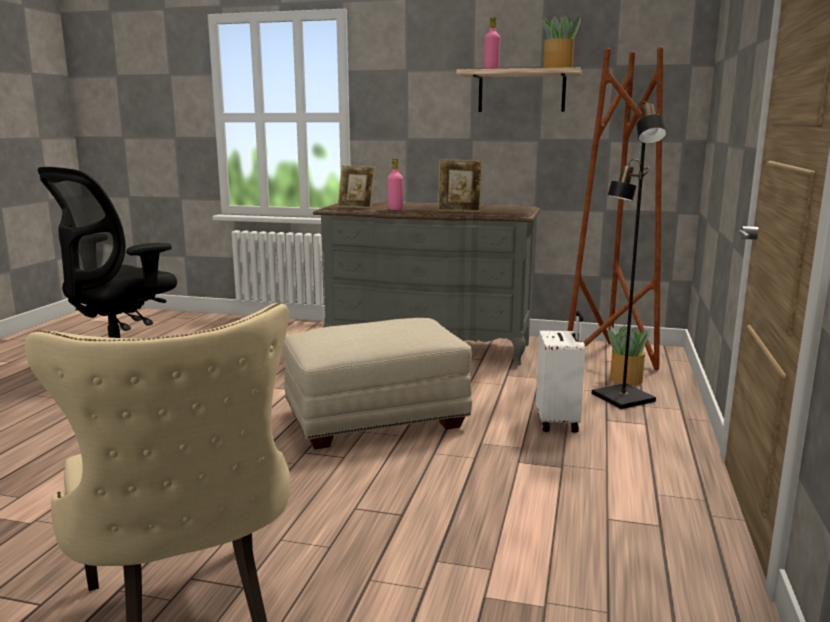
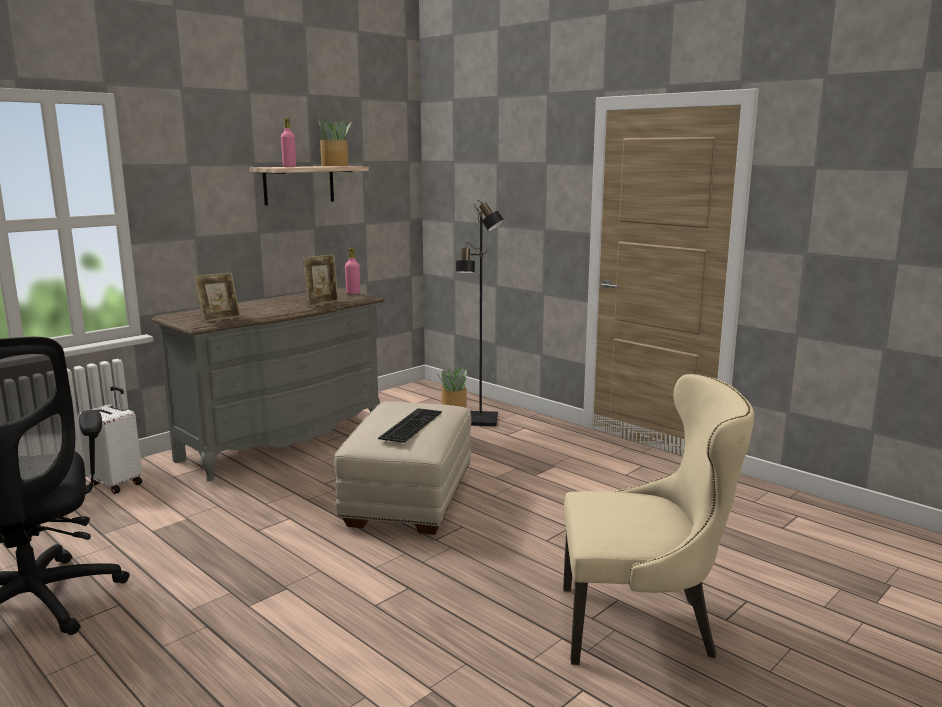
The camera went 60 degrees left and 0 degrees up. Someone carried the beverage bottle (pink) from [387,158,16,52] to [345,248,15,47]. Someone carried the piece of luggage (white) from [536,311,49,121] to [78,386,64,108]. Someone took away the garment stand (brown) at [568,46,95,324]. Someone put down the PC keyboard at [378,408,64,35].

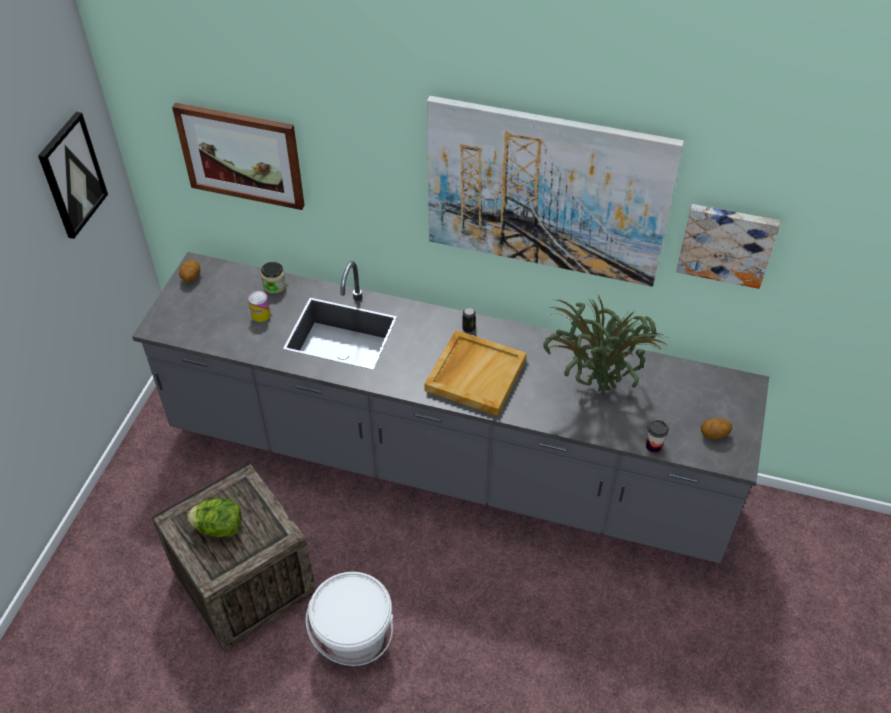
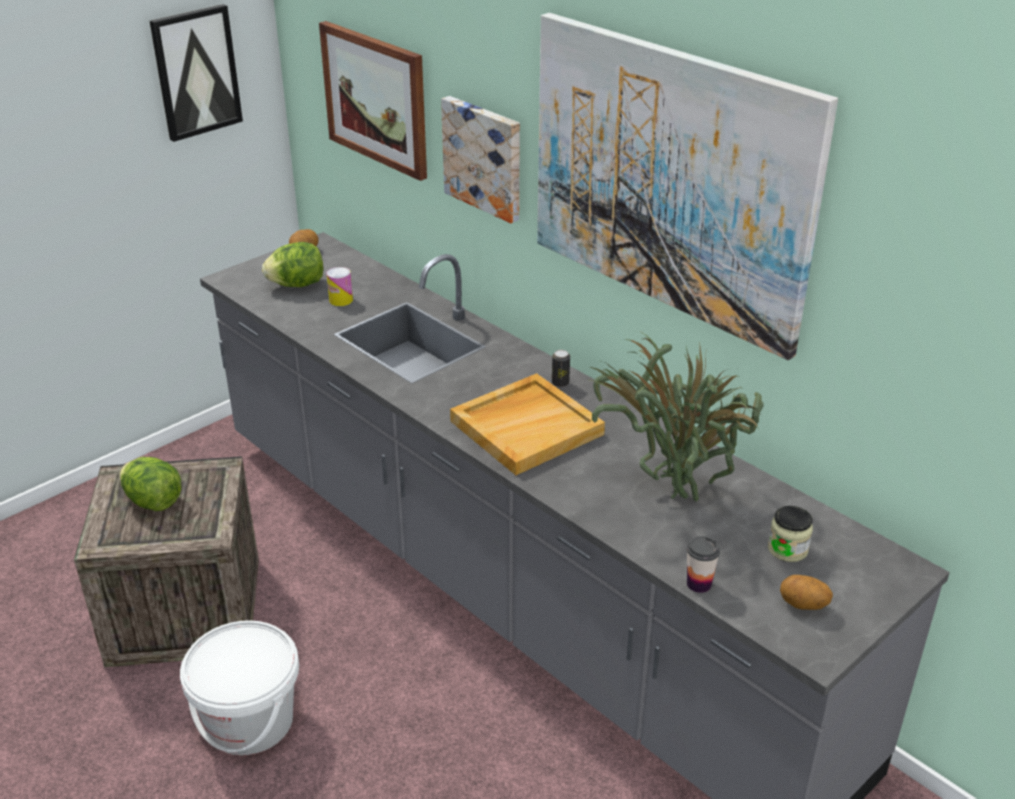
The camera went 30 degrees right and 15 degrees down. Someone carried the jar from [261,262,25,32] to [768,506,45,56]. Someone carried the wall picture from [676,204,104,85] to [441,96,79,127]. Someone put down the lettuce head at [262,242,61,45].

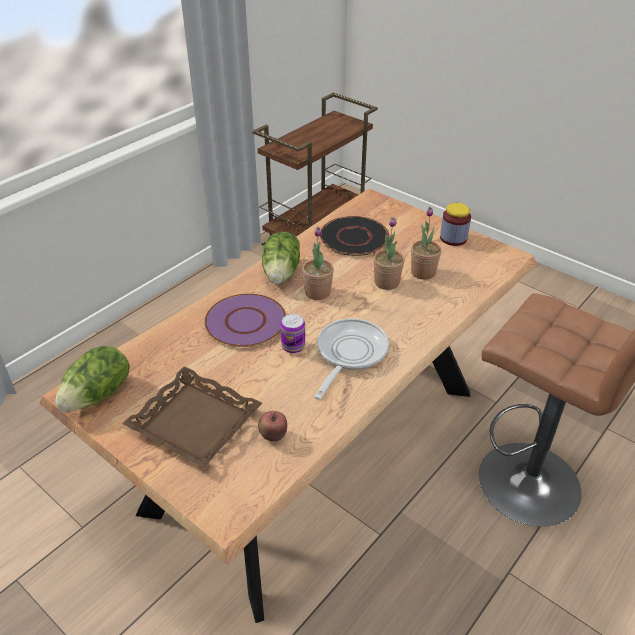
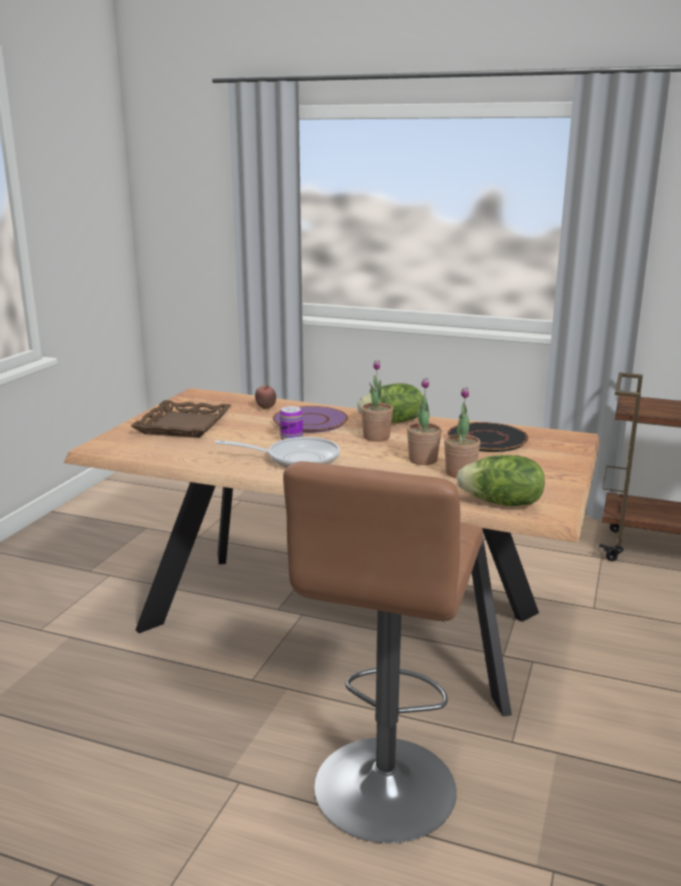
The camera went 70 degrees right and 20 degrees down. Someone carried the lettuce head from [55,346,75,66] to [457,455,88,51]. Someone carried the apple fruit from [258,411,29,30] to [255,386,21,23]. Someone took away the jar at [440,203,31,43].

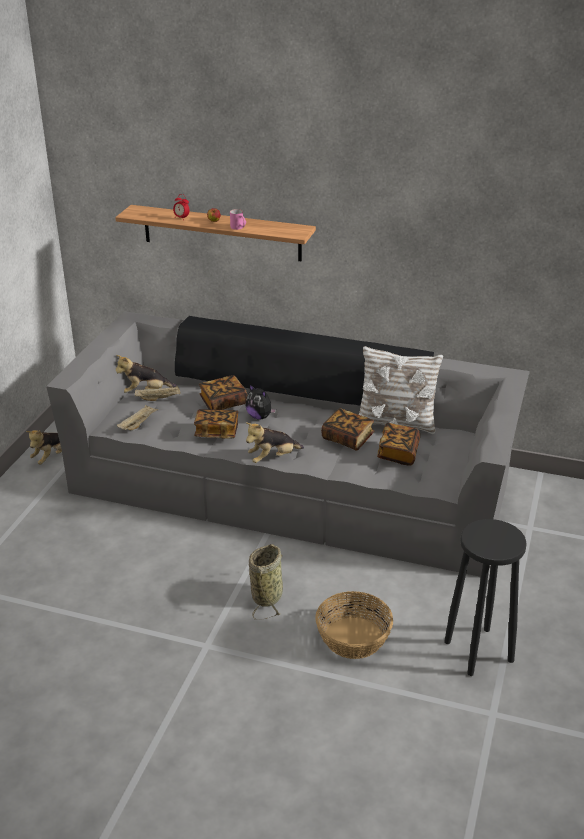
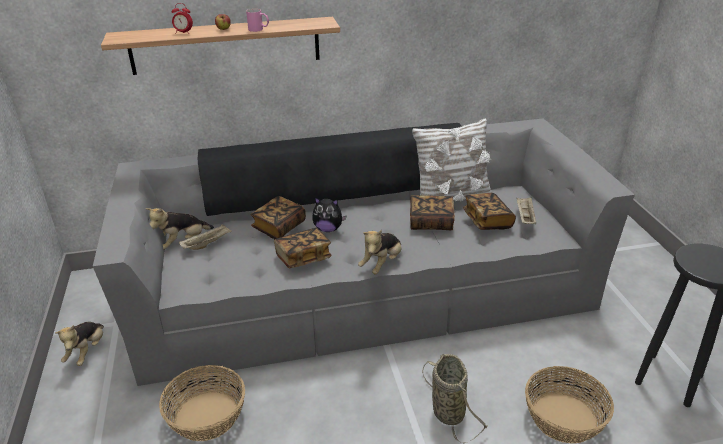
The camera went 30 degrees left and 0 degrees up. Someone carried the tray (beige-coloured) from [117,405,41,25] to [516,197,20,27]. Someone put down the storage basket at [159,365,86,76].

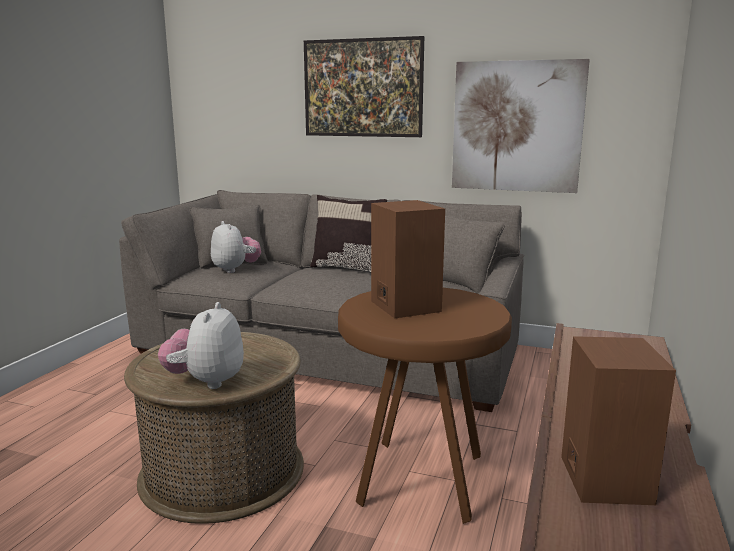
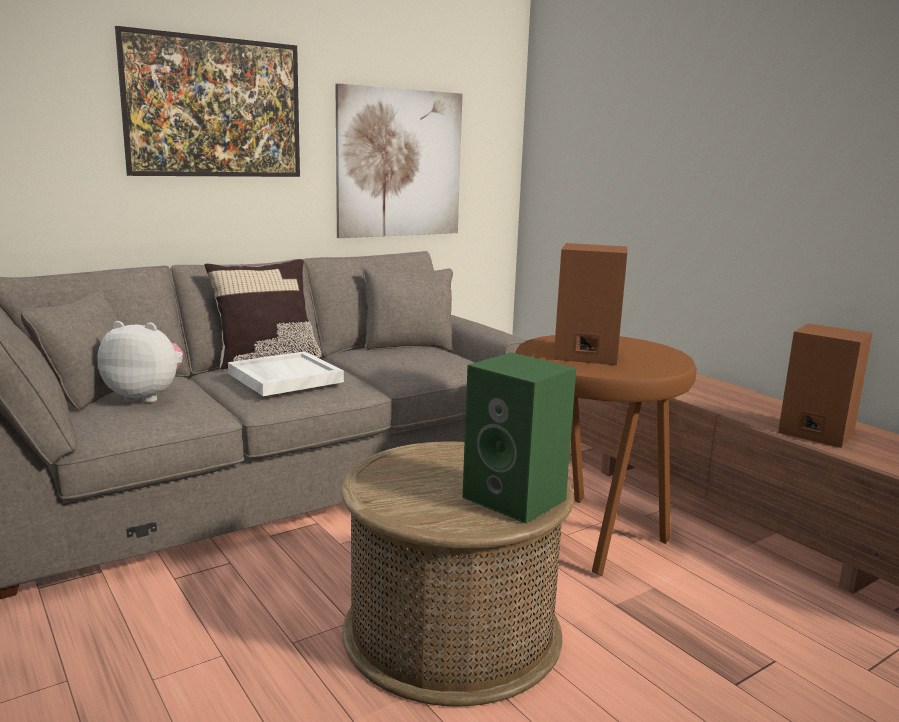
The camera went 55 degrees left and 0 degrees up. Someone swapped the soft toy at [158,302,86,87] for the loudspeaker (greenish) at [462,352,114,172]. Someone put down the tray (white) at [228,351,116,45].

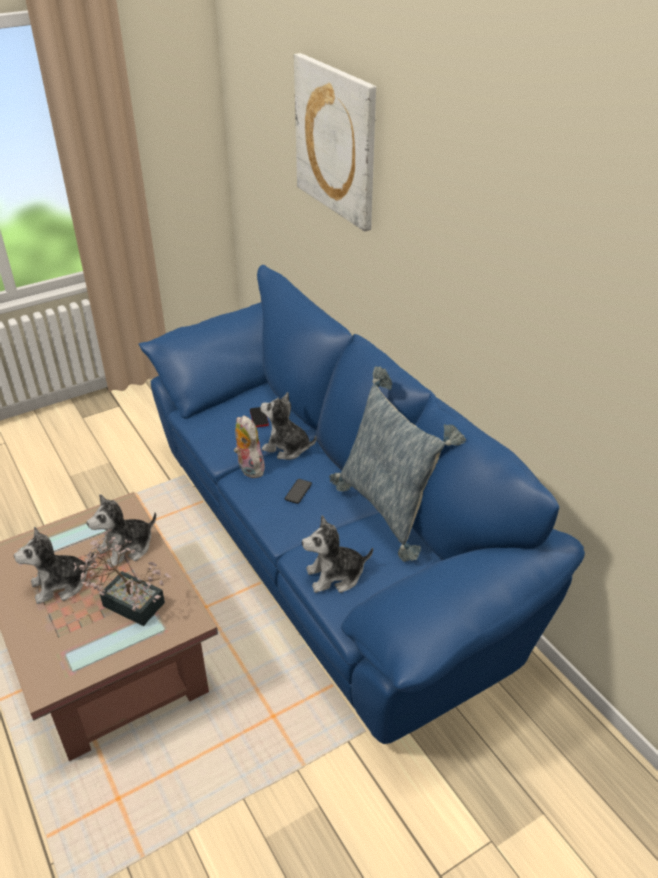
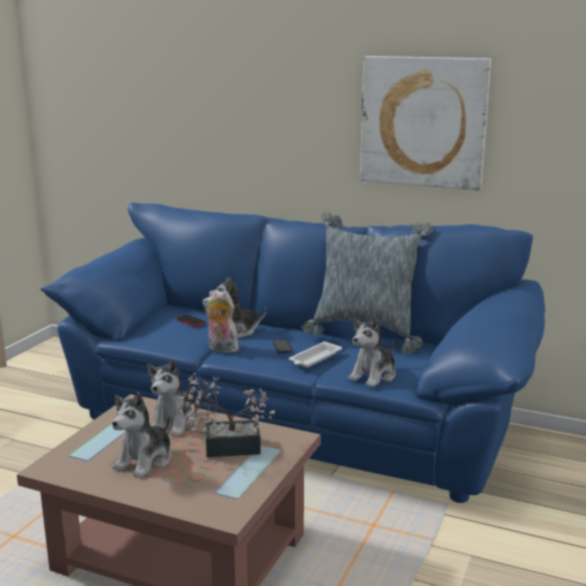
The camera went 35 degrees left and 20 degrees down. Someone carried the wall picture from [294,53,82,179] to [360,56,131,134]. Someone put down the tray (white) at [289,341,53,27].

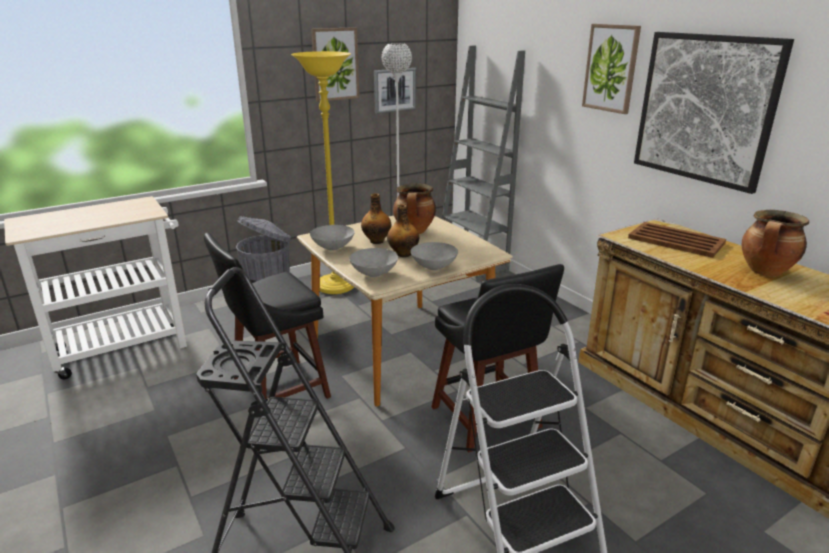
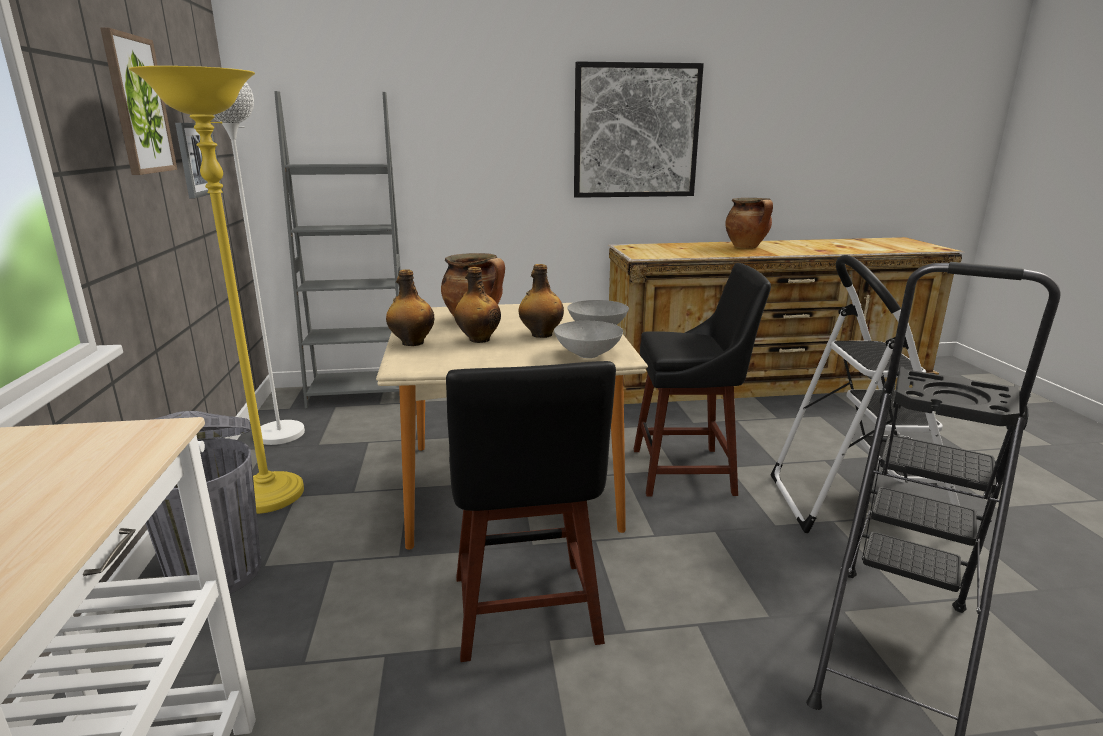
The camera went 65 degrees left and 5 degrees down. Someone took away the deep dish (gray) at [310,225,45,25]. Someone took away the wall picture at [582,24,59,90]. Someone took away the tray (brown) at [628,222,98,36]. Someone put down the beverage bottle at [386,269,48,77].

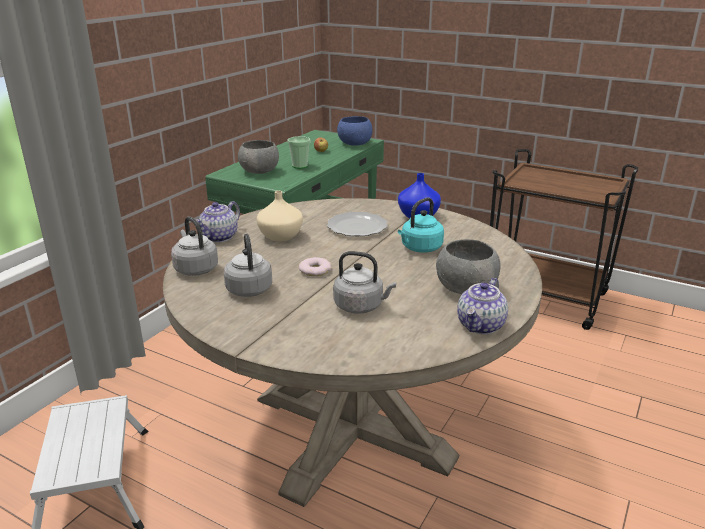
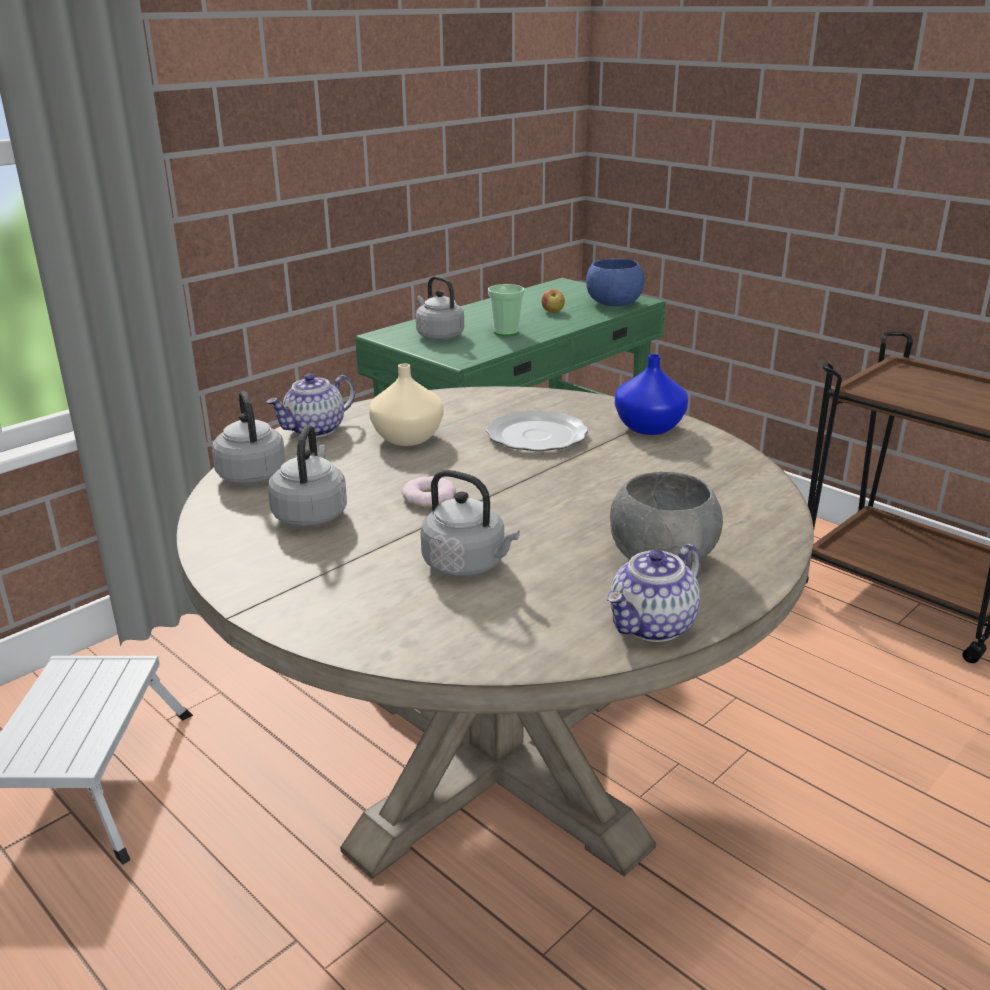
The camera went 15 degrees right and 0 degrees up. Someone swapped the deep dish (gray) at [238,140,41,34] for the kettle (gray) at [416,276,48,64]. Someone took away the kettle (blue-green) at [398,198,46,55].

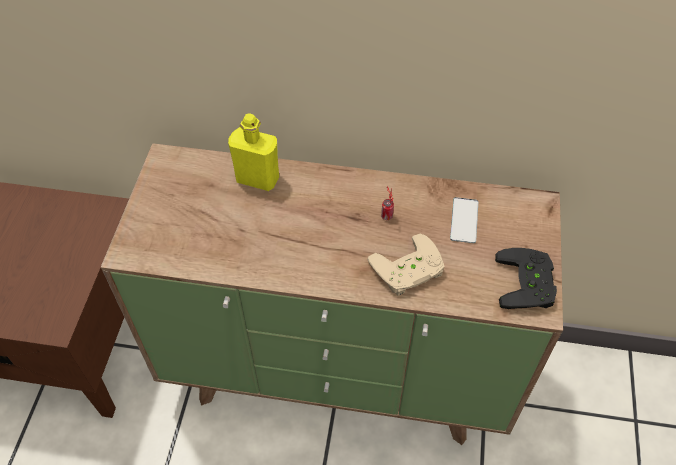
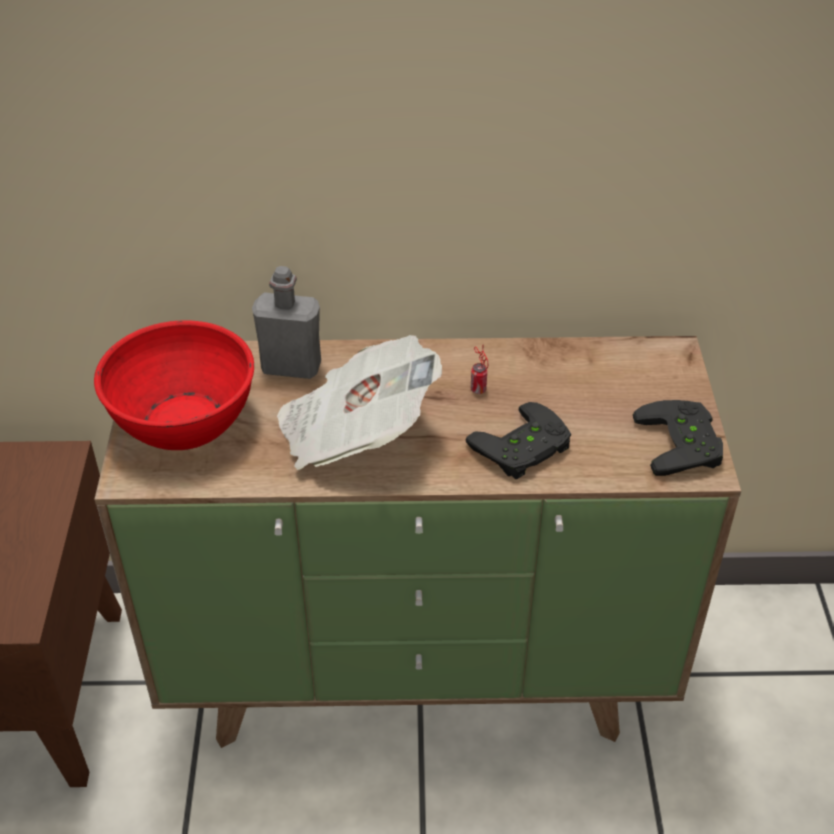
The camera went 10 degrees left and 10 degrees down. Someone repainted the beverage bottle (yellow-coloured) at [228,113,51,78], which became the beverage bottle (gray) at [252,266,69,113]. Someone repainted the joypad (beige-coloured) at [367,234,78,62], which became the joypad (black-coloured) at [466,402,105,77]. Someone took away the handset at [450,197,28,46]. Someone put down the deep dish (red) at [94,320,160,130]. Someone put down the daily paper at [277,335,165,135].

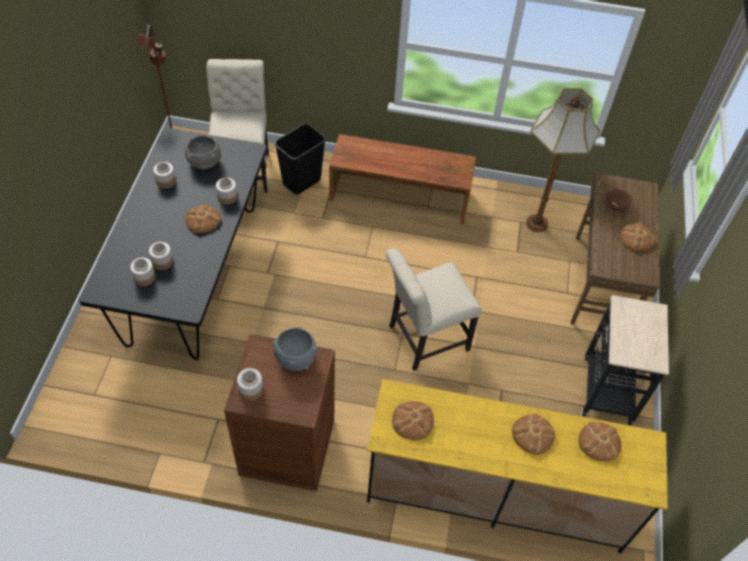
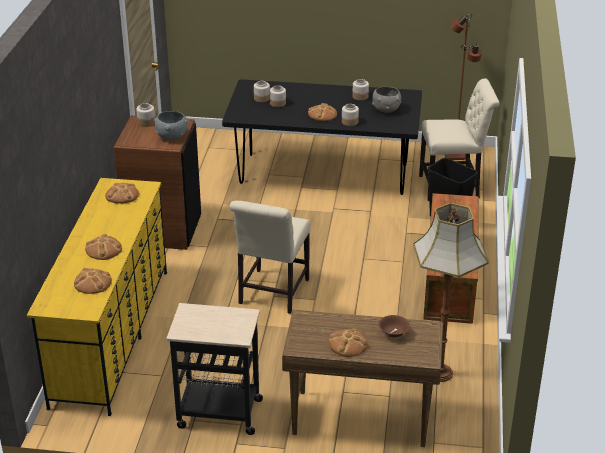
The camera went 90 degrees right and 20 degrees down. Someone rotated the upright chair (beige-coloured) at [385,248,96,123] by 135 degrees counterclockwise.

